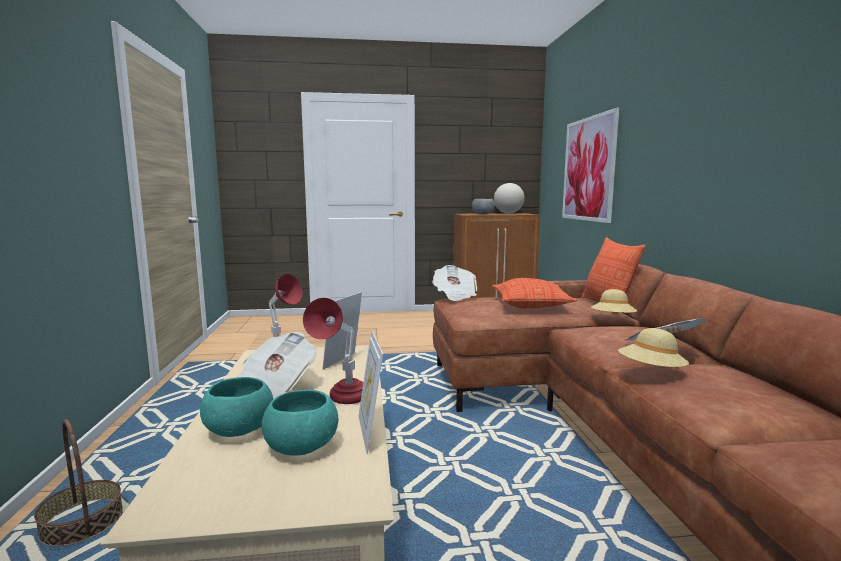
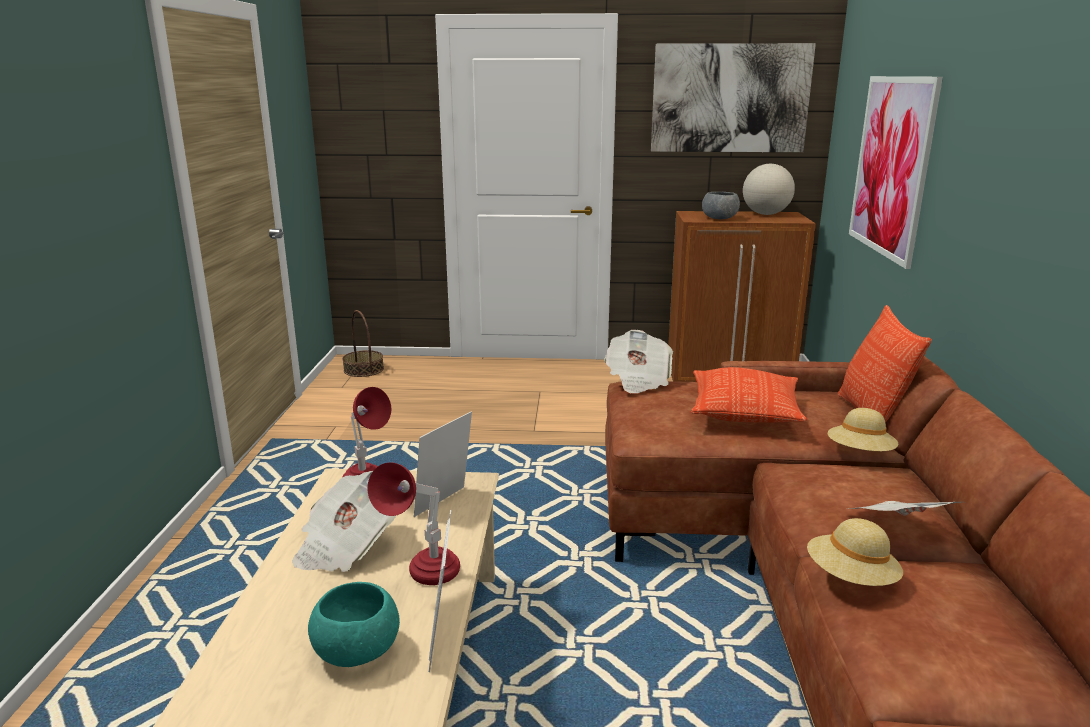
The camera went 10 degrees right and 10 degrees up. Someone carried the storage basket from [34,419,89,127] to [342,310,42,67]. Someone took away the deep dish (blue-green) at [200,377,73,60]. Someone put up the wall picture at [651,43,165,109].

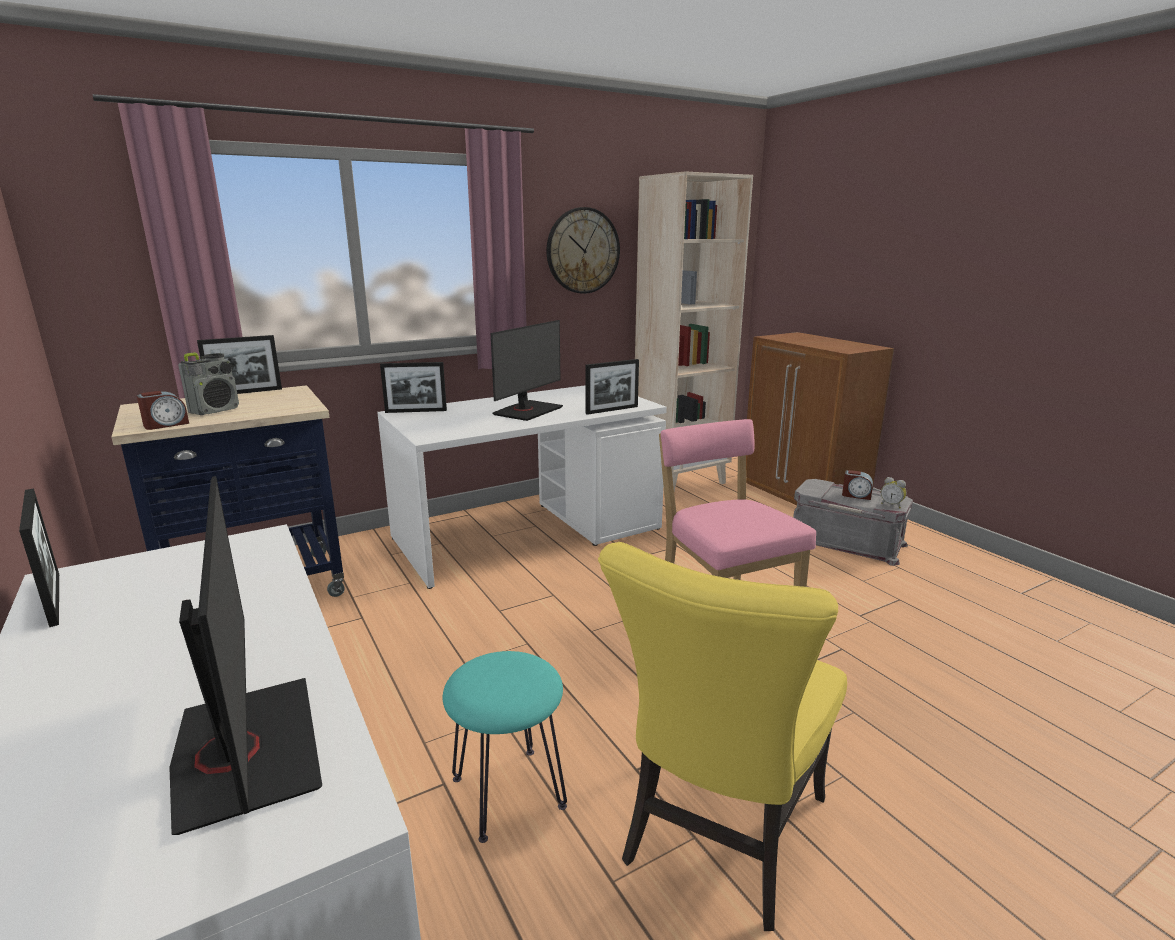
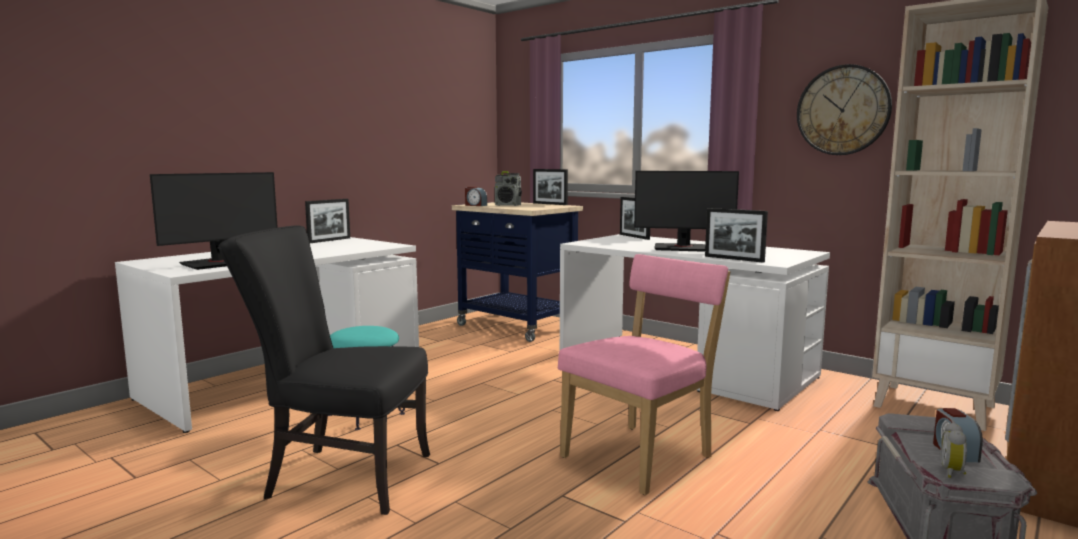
The camera went 70 degrees right and 10 degrees down. Someone repainted the upright chair (yellow-coloured) at [598,542,249,389], which became the upright chair (black-coloured) at [218,225,212,290].

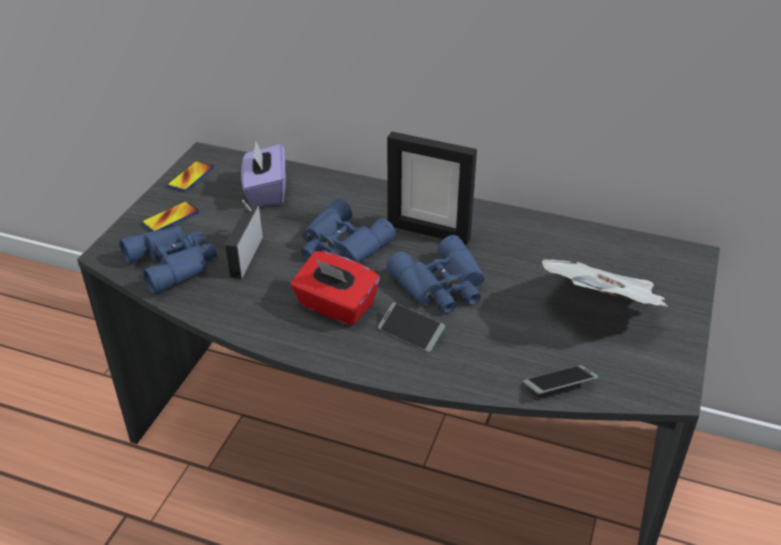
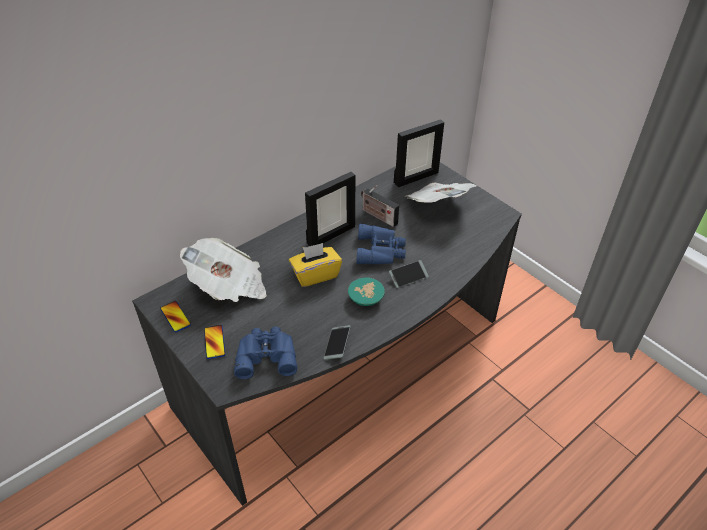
The camera went 60 degrees left and 5 degrees up. Someone carried the radio from [225,200,38,79] to [361,185,38,42]. Someone swapped the tissue holder (purplish) at [241,141,44,65] for the daily paper at [180,238,87,64]. Someone swapped the tissue holder (red) at [291,251,89,75] for the deep dish (blue-green) at [348,278,37,28]. Someone swapped the binoculars (blue-coloured) at [301,199,95,64] for the tissue holder (yellow-coloured) at [289,243,53,44]. Someone carried the handset from [523,365,75,29] to [324,325,27,35]. Someone put down the standing frame at [394,119,50,68].

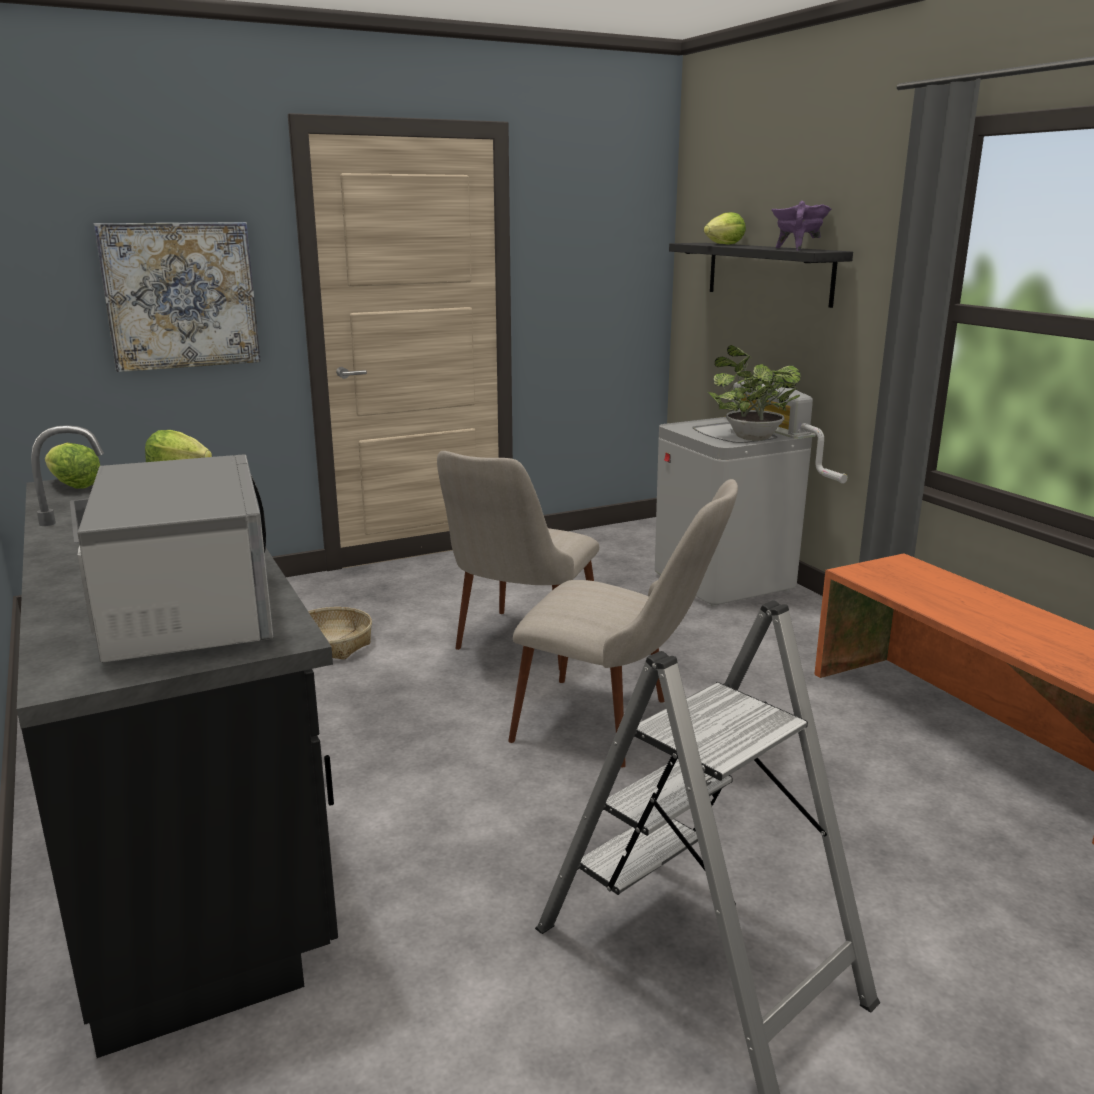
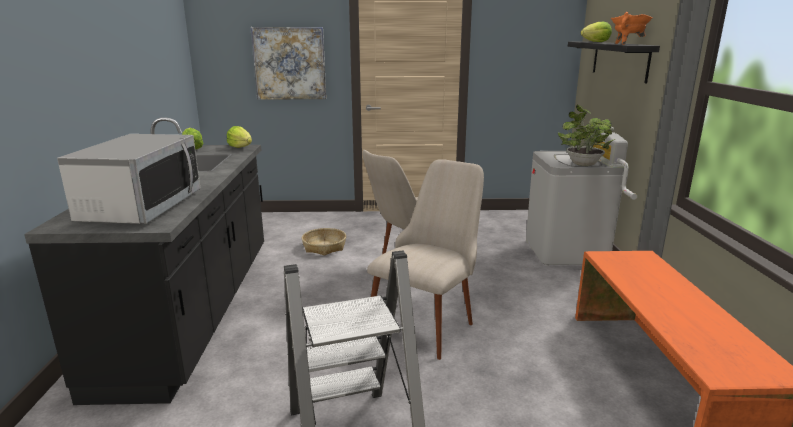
The camera went 25 degrees right and 0 degrees up. Someone rotated the upright chair (beige-coloured) at [508,479,230,289] by 105 degrees counterclockwise. Someone repainted the stockpot (purplish) at [771,201,60,49], which became the stockpot (orange) at [611,12,41,33].

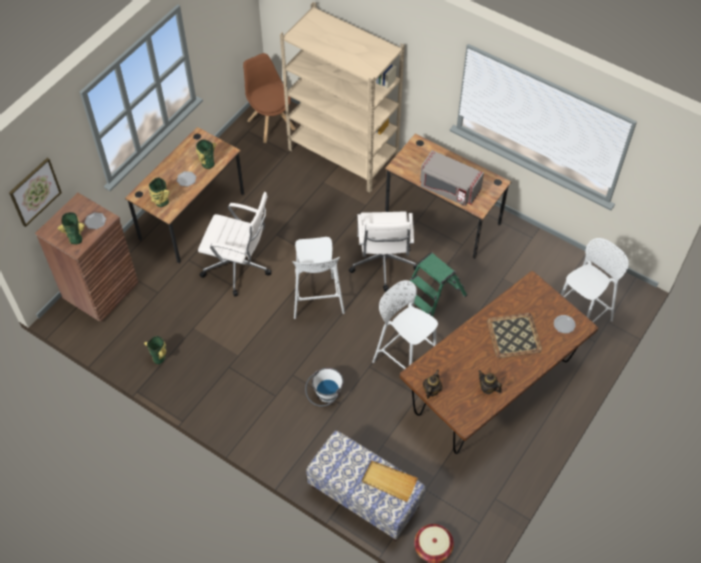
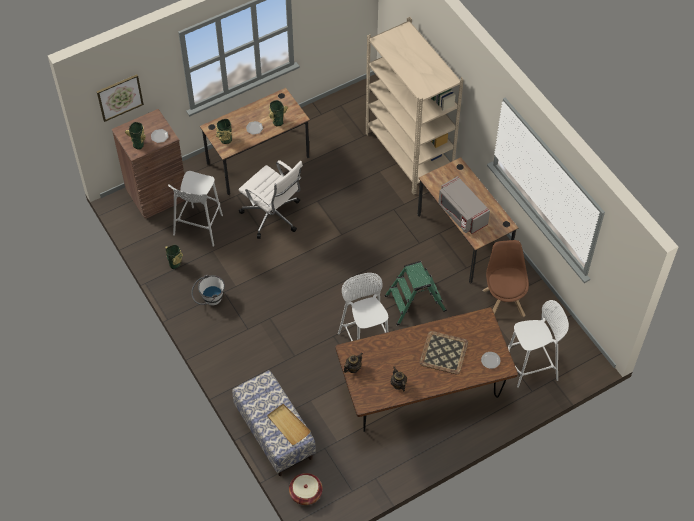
The camera went 25 degrees right and 0 degrees up. Someone carried the upright chair (brown) from [243,53,53,90] to [483,240,46,77]. Someone carried the sitting stool (white) from [292,237,53,82] to [168,171,55,76]. Someone carried the water bucket (white) from [305,368,39,39] to [191,275,34,30]. Someone took away the office chair (white) at [349,211,71,81].

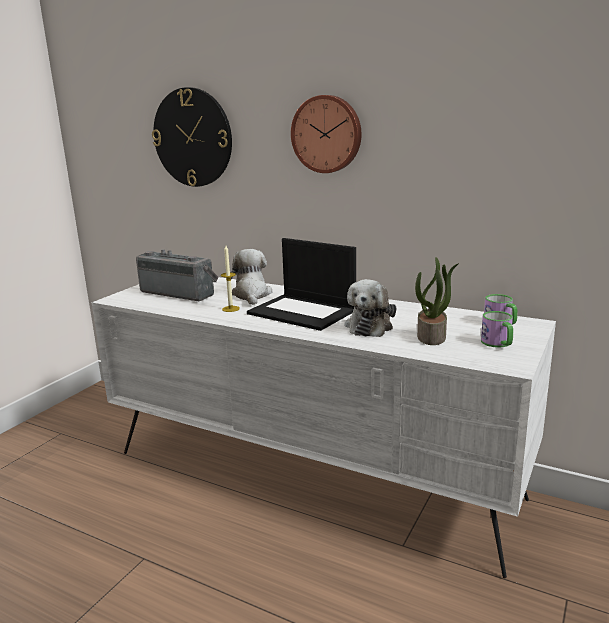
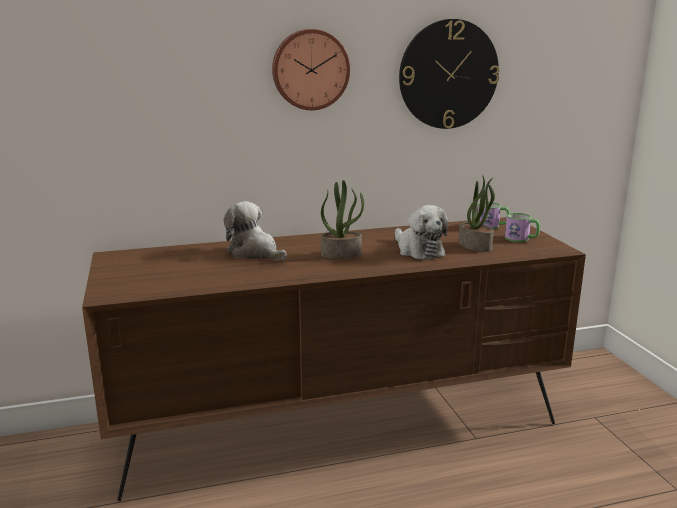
The camera went 45 degrees left and 0 degrees up. Someone repainted the tv unit (white) at [92,277,464,301], which became the tv unit (brown) at [82,217,504,284]. Someone took away the radio at [136,249,82,52]. Someone carried the wall clock from [152,87,80,100] to [399,19,101,110]. Someone took away the candle at [221,246,19,66]. Someone swapped the portable computer at [247,238,109,93] for the plant in a pot at [321,180,43,79].

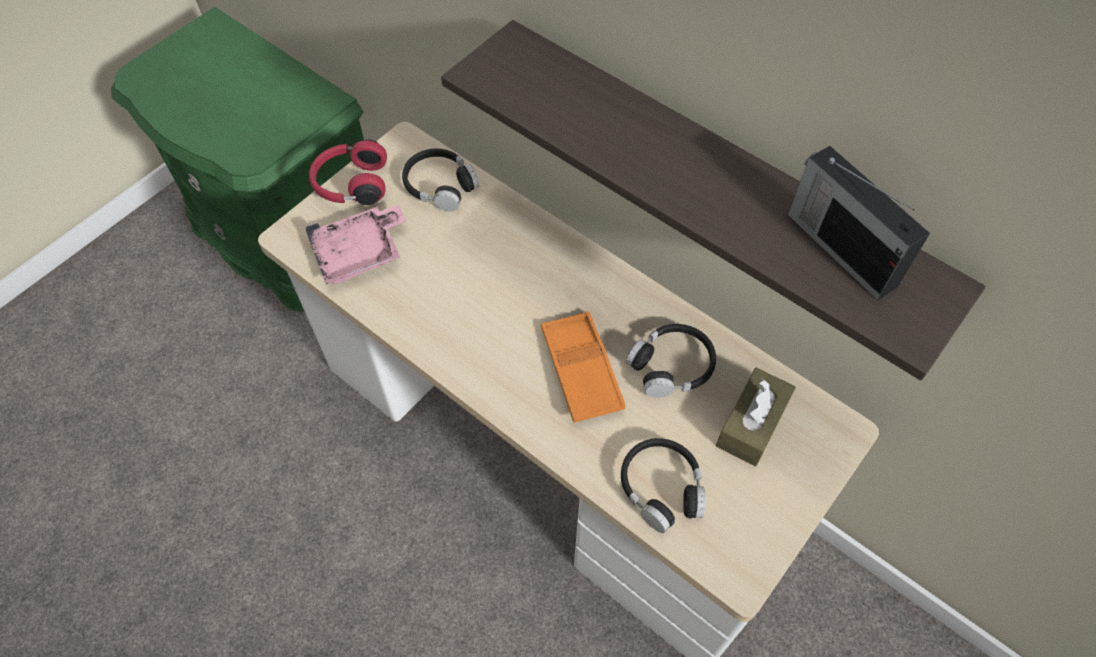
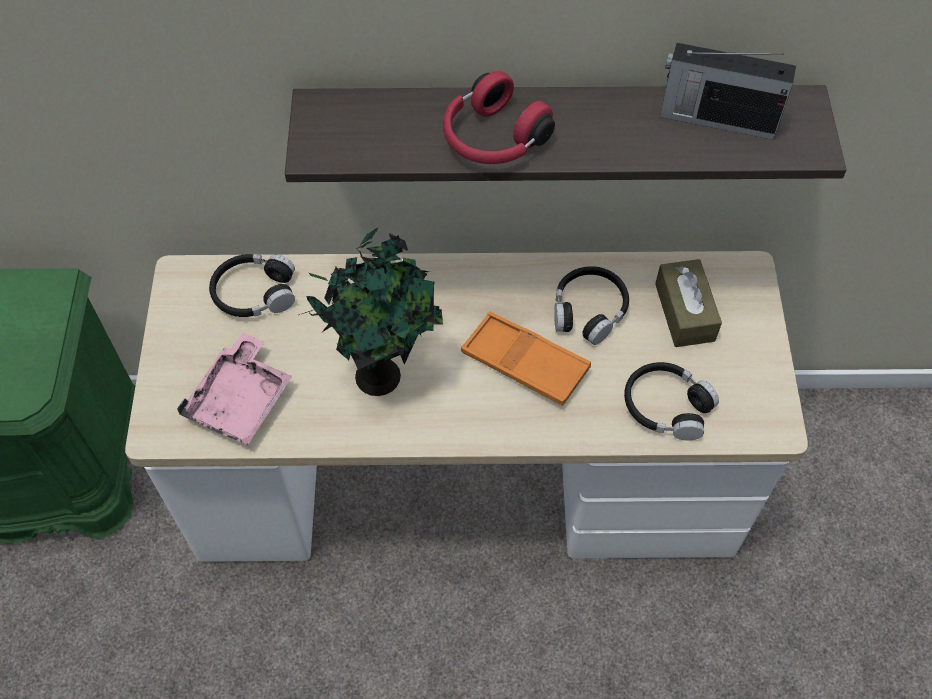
The camera went 40 degrees left and 0 degrees up. Someone carried the pair of headphones (red) from [309,139,78,66] to [443,71,112,93]. Someone put down the plant in a pot at [299,227,144,169].

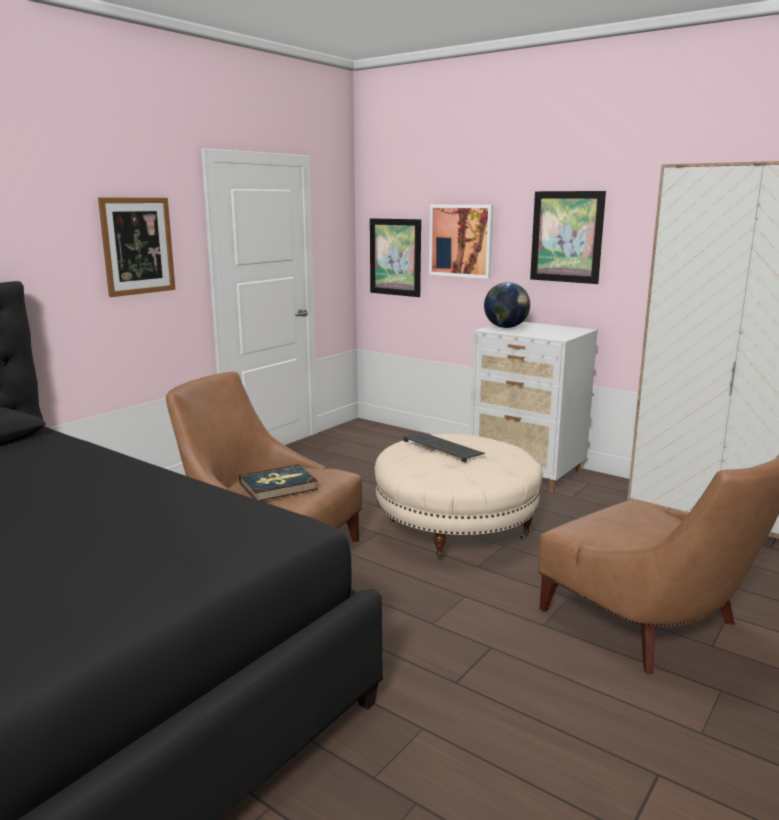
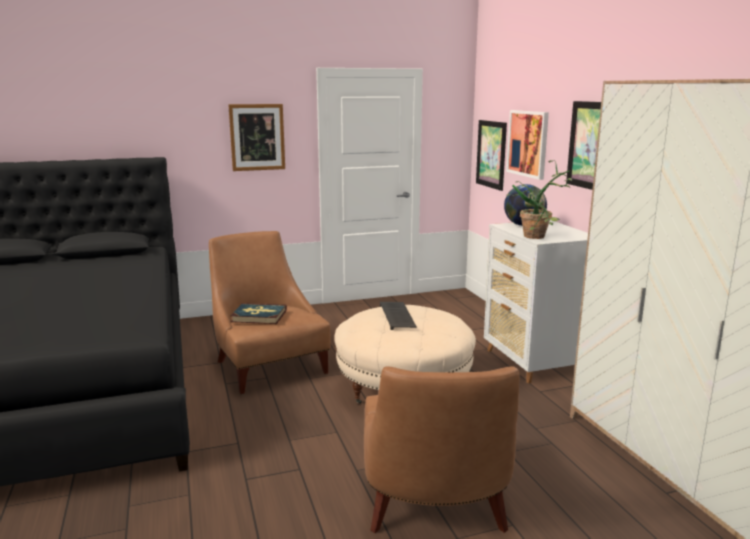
The camera went 35 degrees right and 0 degrees up. Someone put down the plant in a pot at [506,160,66,79].

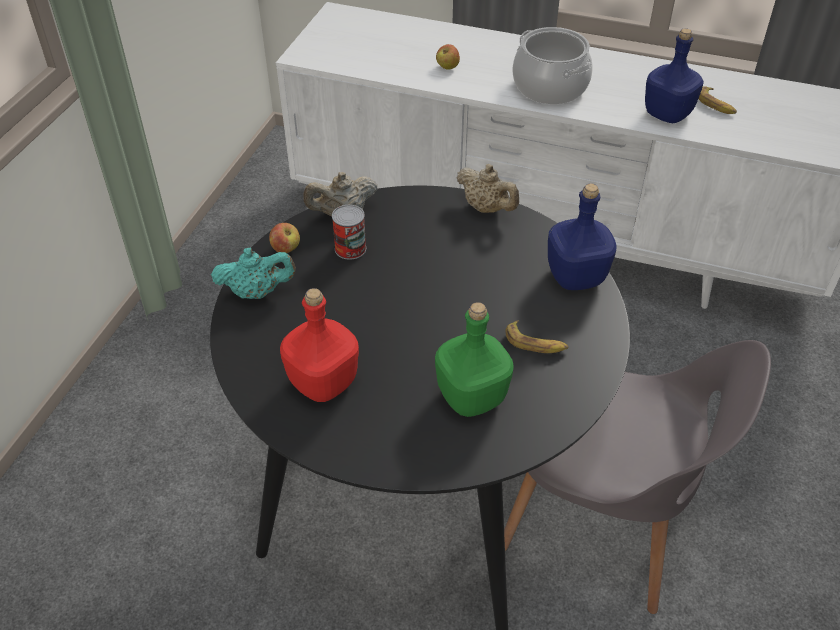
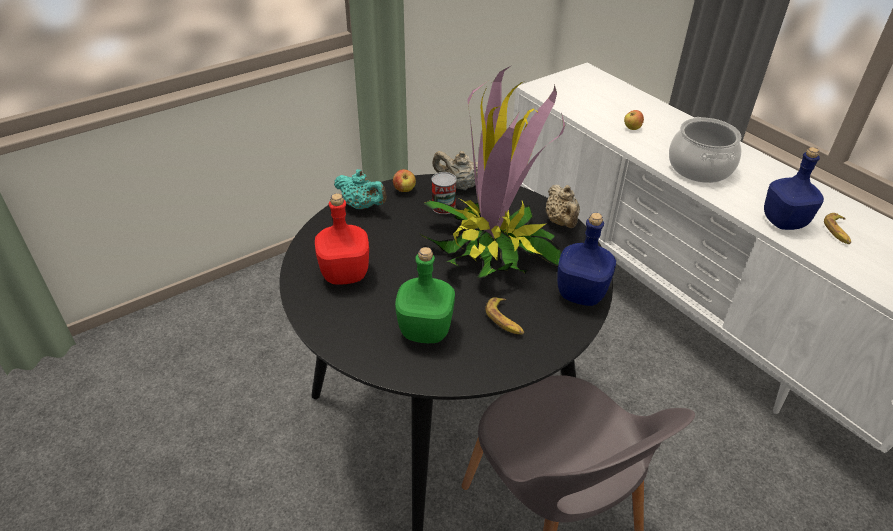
The camera went 35 degrees right and 5 degrees down. Someone put down the plant in a pot at [420,66,145,213].

